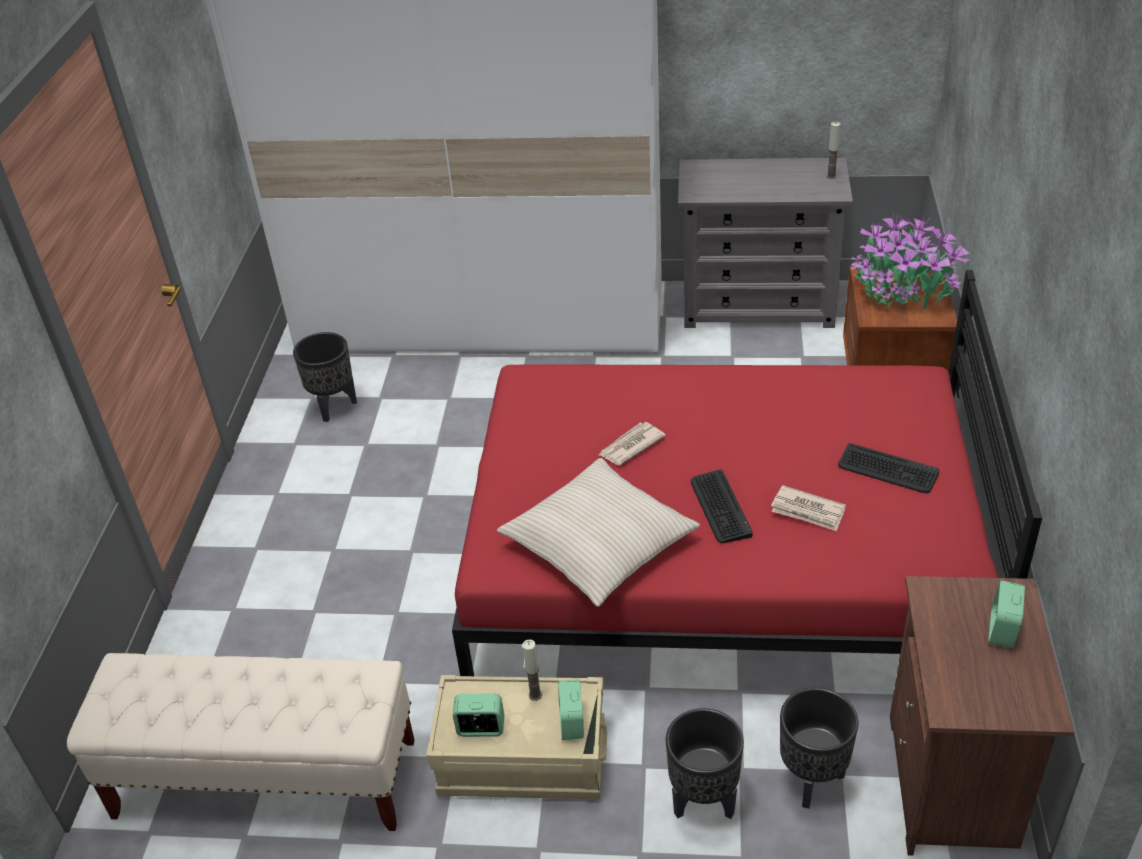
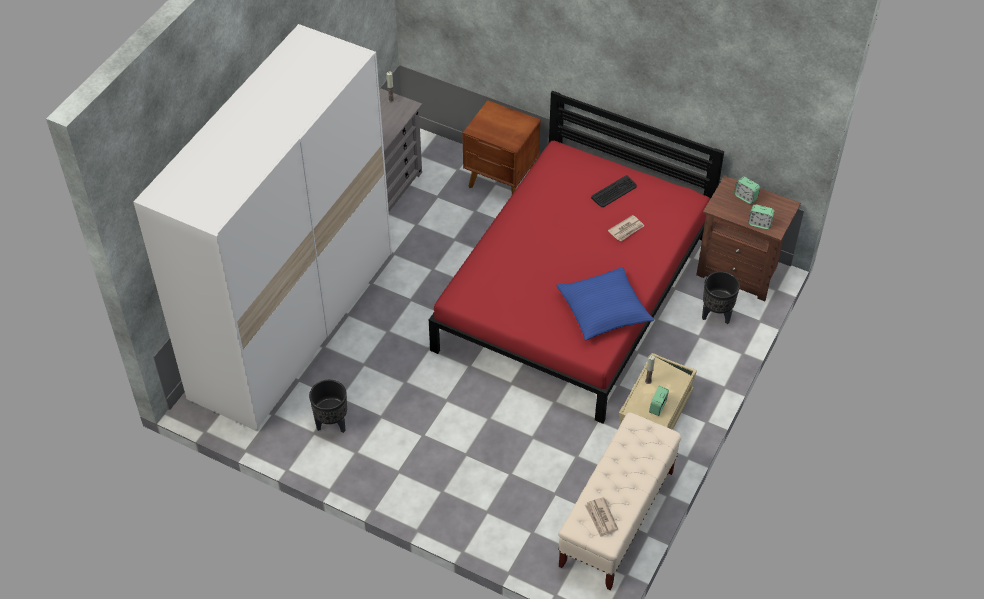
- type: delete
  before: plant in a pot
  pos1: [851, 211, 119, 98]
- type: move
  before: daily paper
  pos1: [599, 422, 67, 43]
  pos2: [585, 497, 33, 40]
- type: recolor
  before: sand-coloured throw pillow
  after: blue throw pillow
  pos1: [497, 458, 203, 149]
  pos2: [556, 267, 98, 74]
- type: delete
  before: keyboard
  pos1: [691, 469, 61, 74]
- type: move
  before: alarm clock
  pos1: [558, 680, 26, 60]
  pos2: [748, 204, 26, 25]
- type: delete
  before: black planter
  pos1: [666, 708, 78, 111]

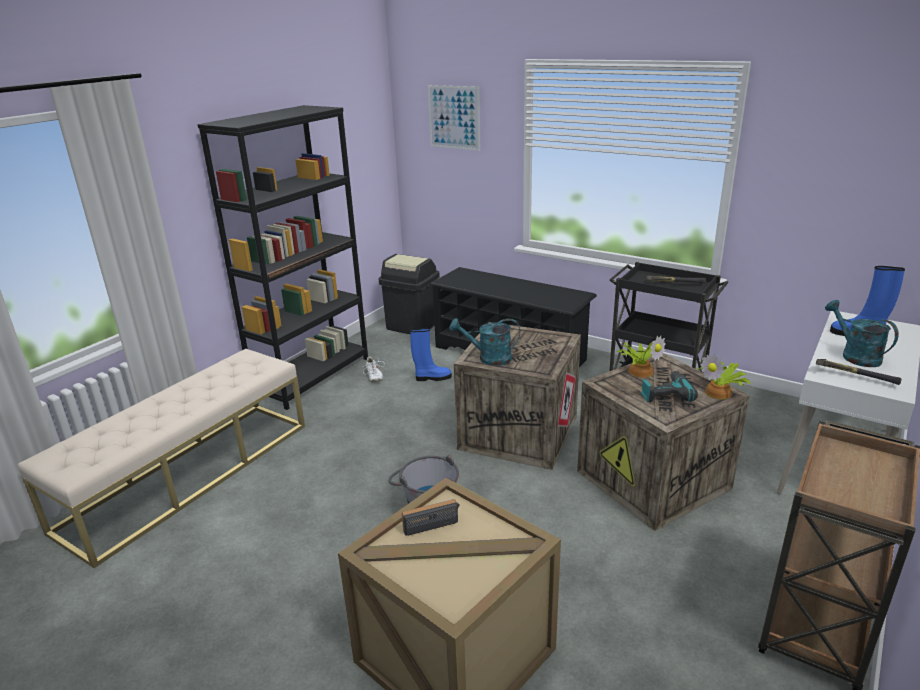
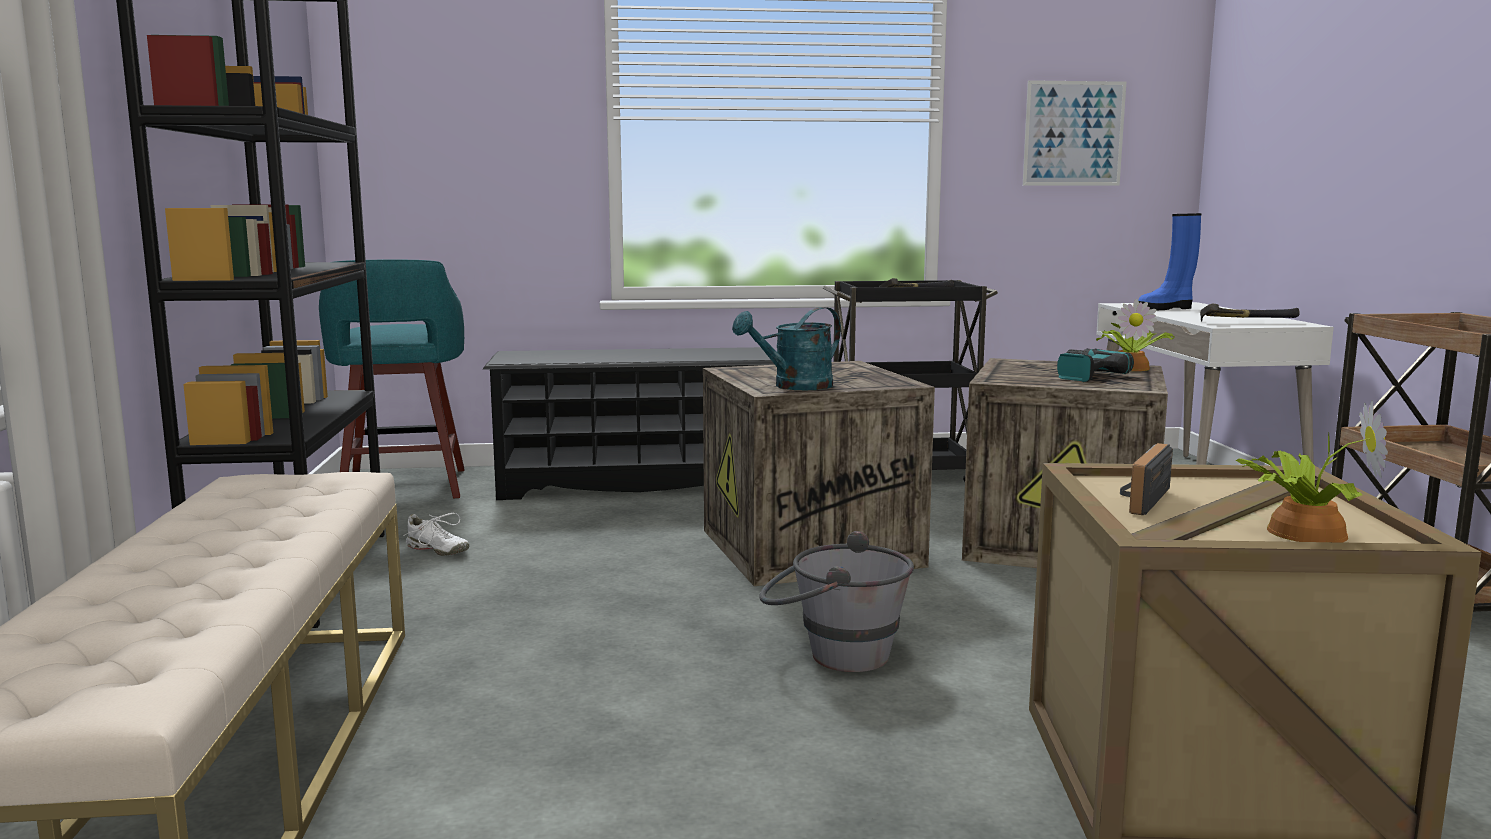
- type: move
  before: wall picture
  pos1: [428, 85, 52, 66]
  pos2: [1023, 80, 103, 106]
- type: replace
  before: black waste bin
  after: blue-green stool seat
  pos1: [379, 254, 61, 80]
  pos2: [319, 260, 146, 238]
- type: delete
  before: blue-green watering pot
  pos1: [825, 300, 74, 67]
- type: delete
  before: blue boot
  pos1: [410, 328, 42, 53]
- type: move
  before: plant in a pot
  pos1: [617, 336, 49, 42]
  pos2: [1236, 401, 152, 142]

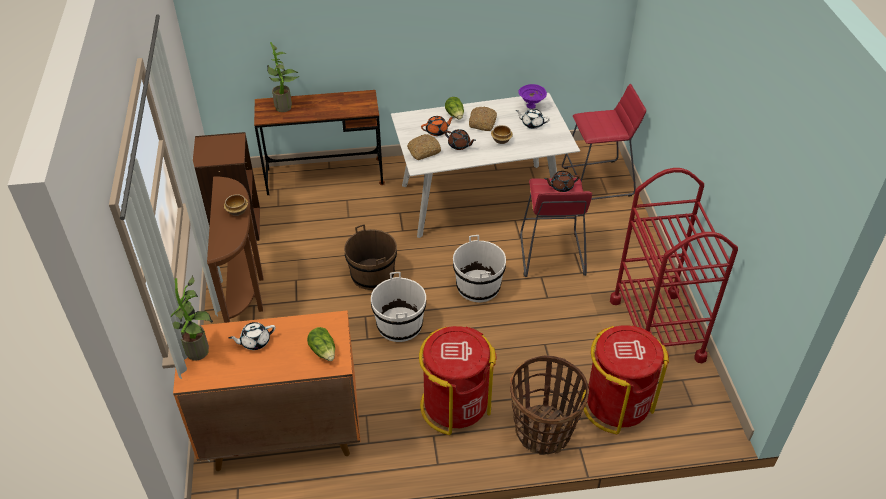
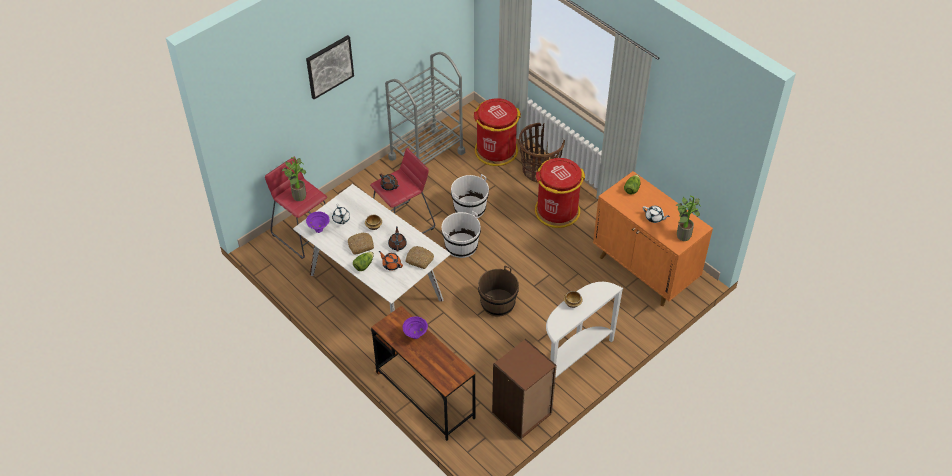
- type: move
  before: plant in a pot
  pos1: [267, 42, 32, 70]
  pos2: [282, 157, 24, 44]
- type: recolor
  before: red-coloured cart
  after: grey cart
  pos1: [610, 168, 128, 195]
  pos2: [385, 52, 80, 112]
- type: recolor
  before: brown narrow table
  after: white-coloured narrow table
  pos1: [207, 176, 56, 147]
  pos2: [546, 282, 78, 97]
- type: move
  before: white-coloured bucket
  pos1: [371, 272, 55, 70]
  pos2: [451, 174, 38, 44]
- type: insert
  after: wall picture
  pos2: [306, 35, 48, 64]
- type: insert
  after: purple serving bowl
  pos2: [403, 316, 25, 23]

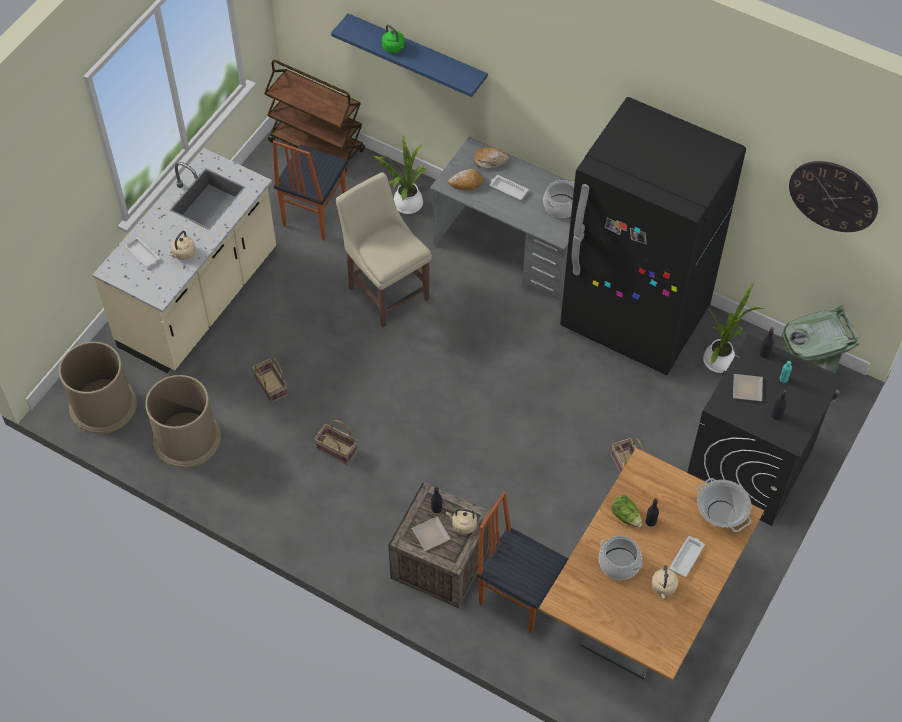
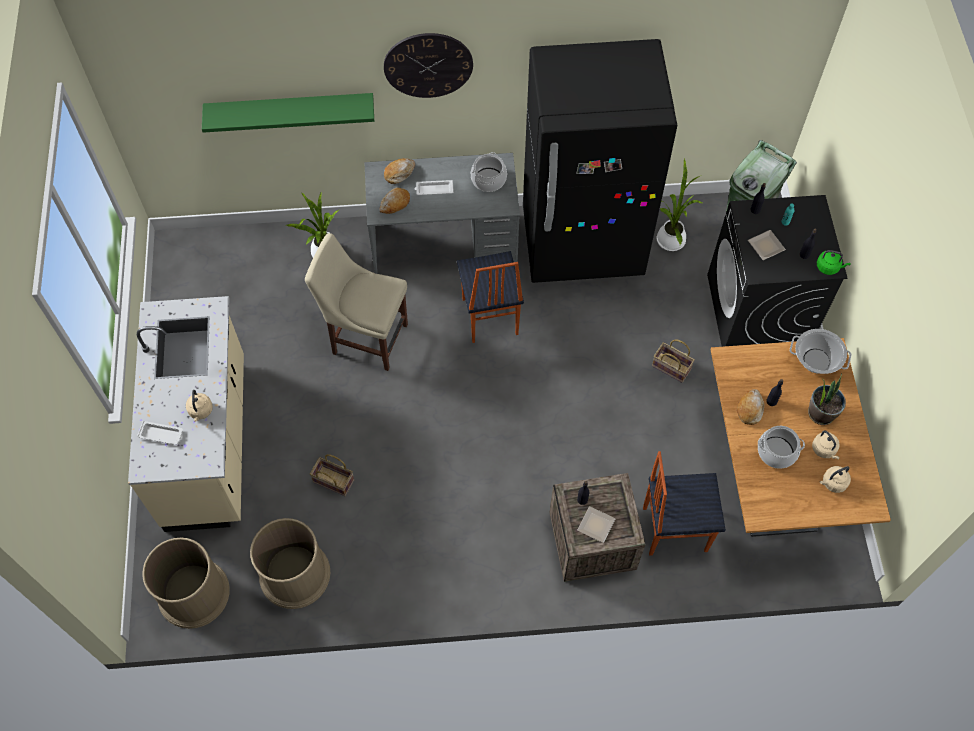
- type: recolor
  before: blue wall shelf
  after: greenish wall shelf
  pos1: [331, 13, 157, 84]
  pos2: [202, 93, 172, 40]
- type: move
  before: greenish tea kettle
  pos1: [382, 25, 23, 28]
  pos2: [817, 250, 33, 25]
- type: delete
  before: brown cart
  pos1: [264, 60, 101, 113]
- type: move
  before: chair
  pos1: [273, 140, 75, 100]
  pos2: [457, 251, 67, 92]
- type: move
  before: hanging clock
  pos1: [789, 161, 89, 71]
  pos2: [384, 33, 89, 65]
- type: delete
  before: basket
  pos1: [314, 420, 44, 45]
- type: replace
  before: lettuce
  after: bread
  pos1: [611, 495, 31, 33]
  pos2: [737, 389, 27, 36]
- type: move
  before: sand-coloured tea kettle
  pos1: [446, 508, 31, 26]
  pos2: [820, 466, 31, 27]
- type: replace
  before: white-coloured carrying tray
  after: plant in a pot
  pos1: [669, 536, 36, 41]
  pos2: [808, 373, 38, 52]

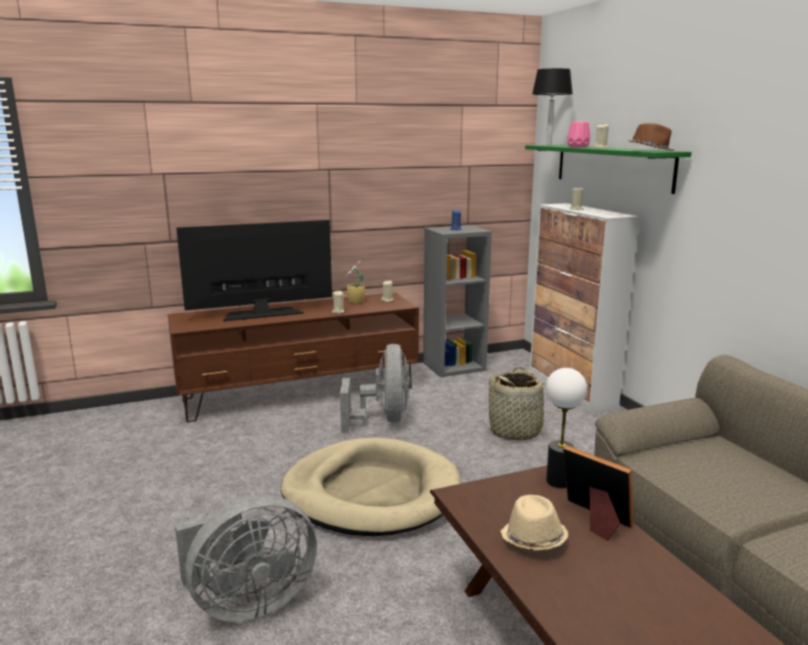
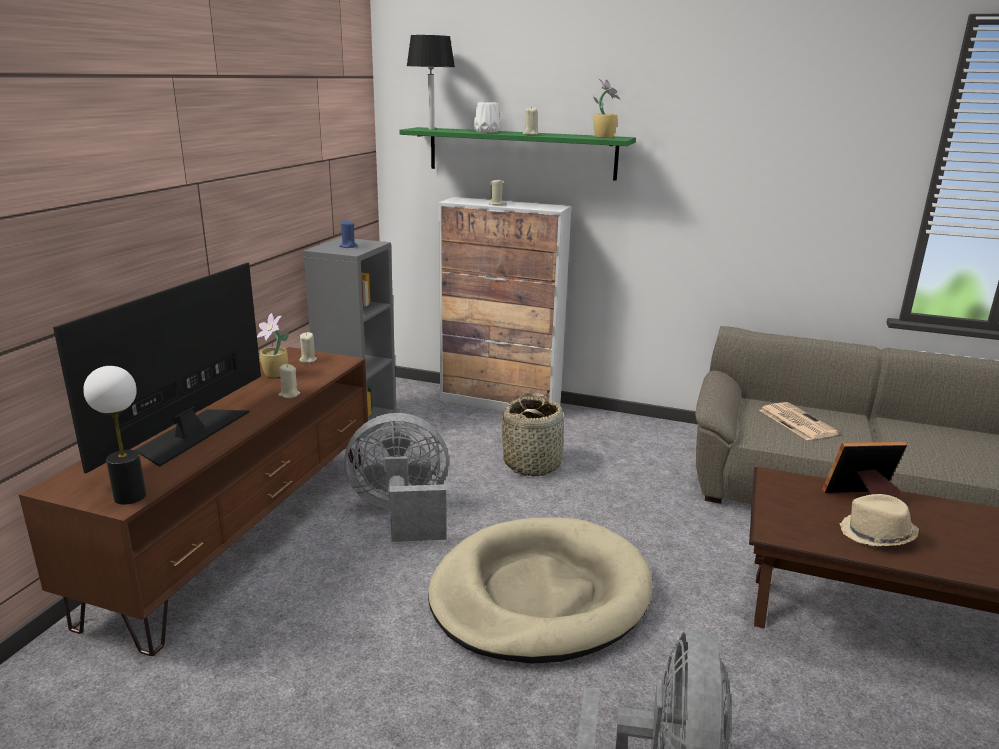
- type: recolor
  before: pink vase
  after: white-coloured vase
  pos1: [567, 122, 24, 25]
  pos2: [474, 102, 26, 31]
- type: replace
  before: brown hat
  after: plant in a pot
  pos1: [628, 123, 46, 28]
  pos2: [593, 78, 27, 60]
- type: rotate
  before: grey electric fan
  pos1: [340, 344, 70, 88]
  pos2: [344, 413, 105, 129]
  turn: -45
- type: move
  before: lamp for a table
  pos1: [546, 368, 41, 120]
  pos2: [83, 366, 63, 139]
- type: insert
  after: daily paper
  pos2: [759, 402, 81, 38]

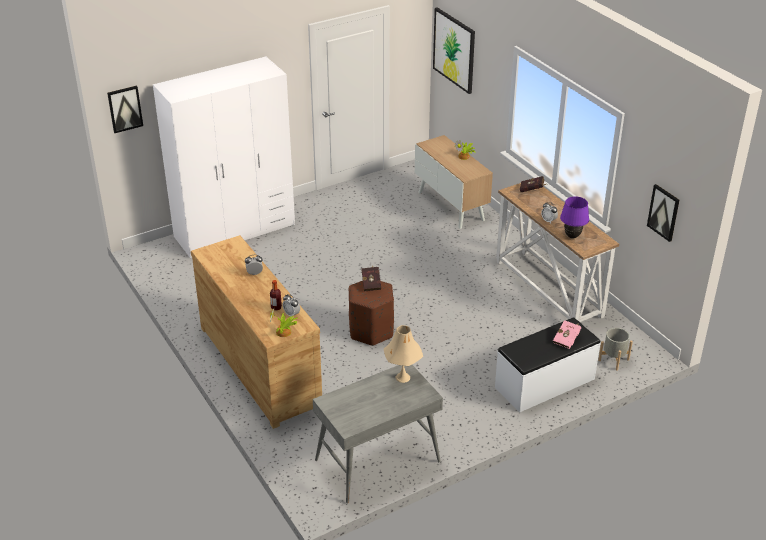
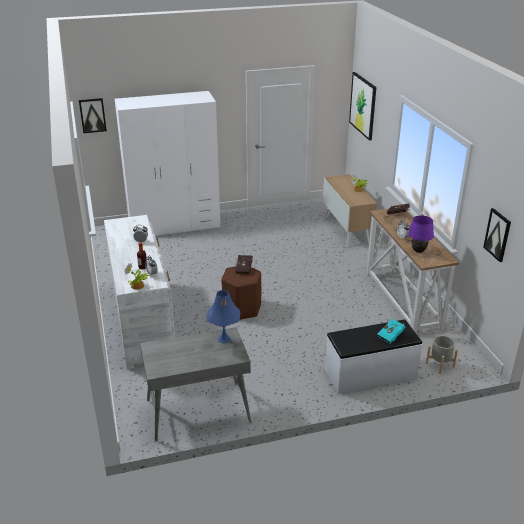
- type: recolor
  before: brown drawer chest
  after: white-coloured drawer chest
  pos1: [191, 235, 131, 194]
  pos2: [104, 215, 71, 154]
- type: recolor
  before: pink book
  after: blue-green book
  pos1: [553, 320, 28, 29]
  pos2: [377, 319, 28, 25]
- type: recolor
  before: sand-coloured lamp for a table
  after: blue lamp for a table
  pos1: [384, 325, 39, 58]
  pos2: [207, 290, 33, 53]

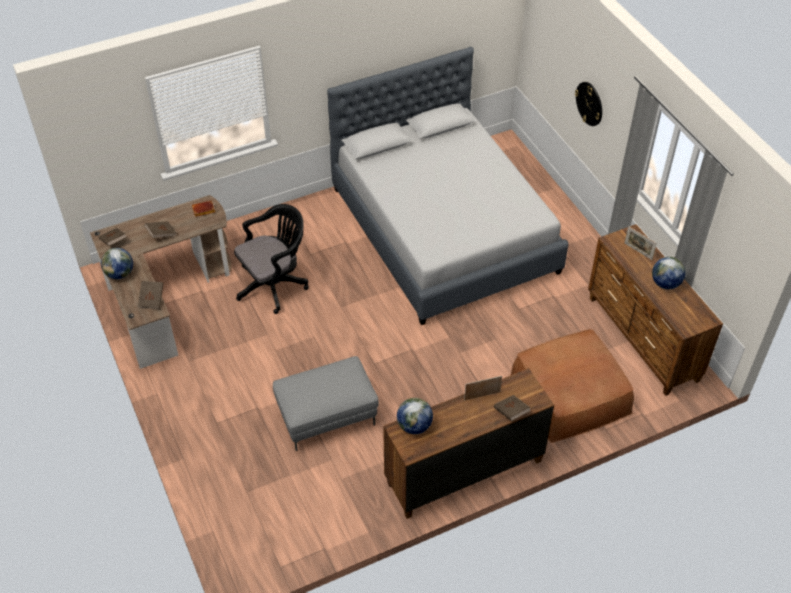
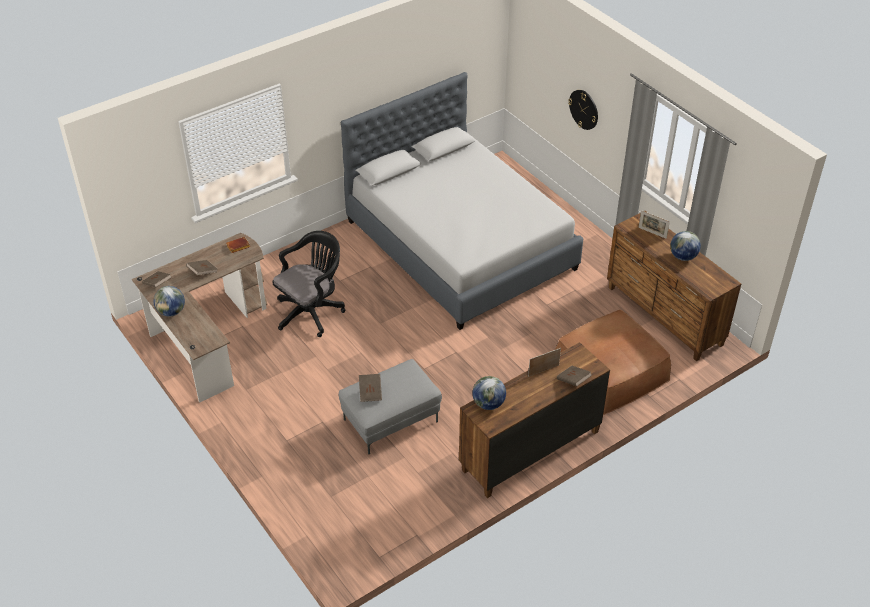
- type: move
  before: brown book
  pos1: [138, 281, 25, 28]
  pos2: [359, 374, 23, 28]

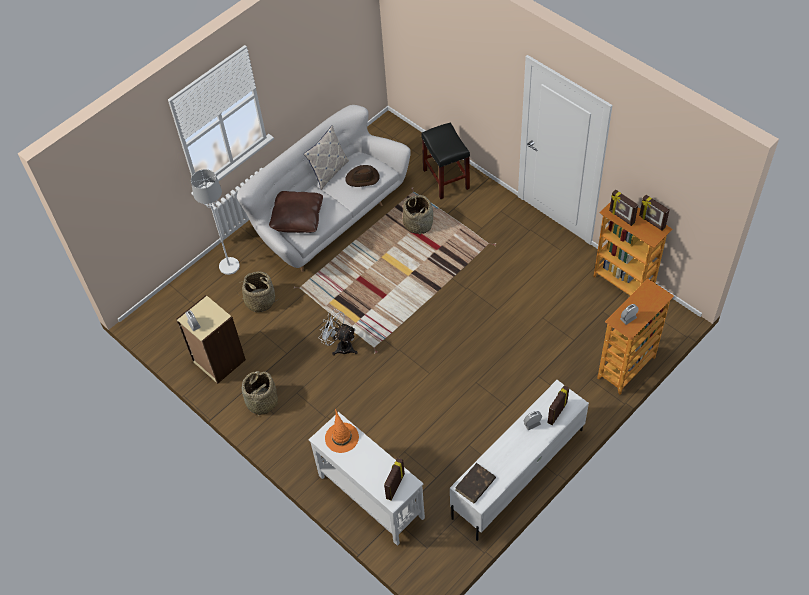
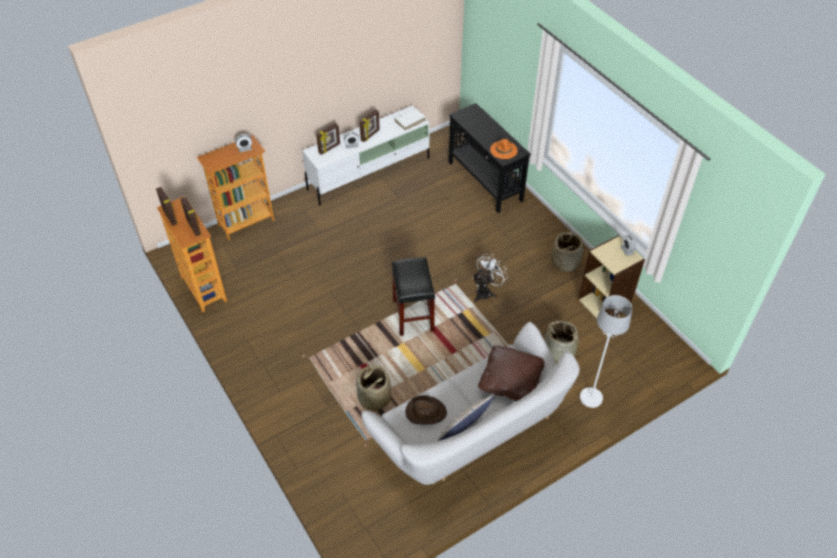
- type: move
  before: black stool seat
  pos1: [421, 122, 49, 77]
  pos2: [392, 257, 43, 79]
- type: rotate
  before: white-coloured electric fan
  pos1: [319, 309, 38, 46]
  pos2: [472, 253, 36, 50]
  turn: -90
- type: recolor
  before: white-coloured narrow table
  after: black narrow table
  pos1: [309, 412, 116, 134]
  pos2: [448, 103, 83, 110]
- type: move
  before: picture frame
  pos1: [384, 458, 21, 43]
  pos2: [360, 109, 20, 33]
- type: recolor
  before: brown book
  after: white-coloured book
  pos1: [455, 463, 41, 40]
  pos2: [394, 108, 32, 22]

